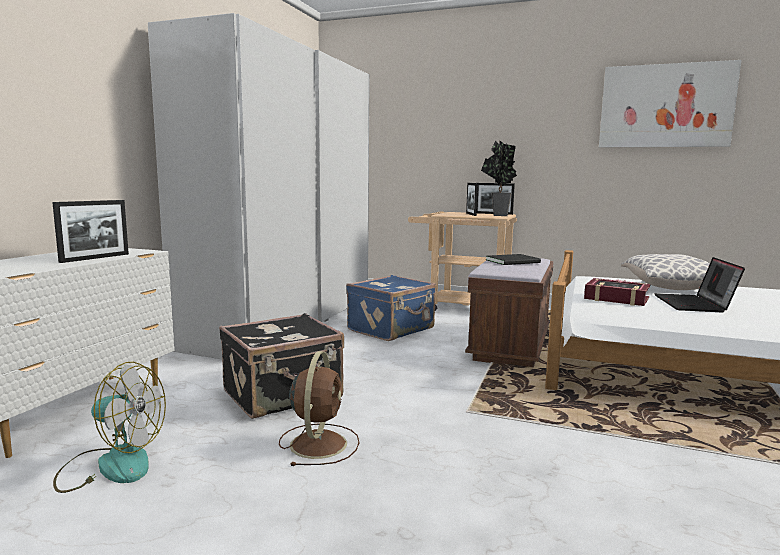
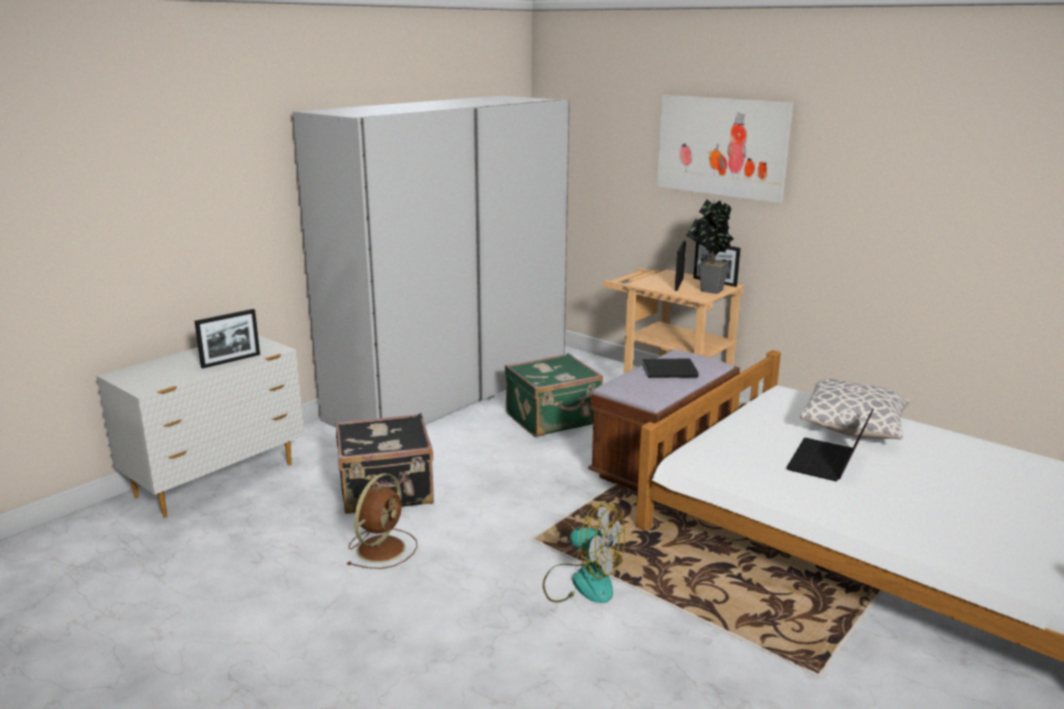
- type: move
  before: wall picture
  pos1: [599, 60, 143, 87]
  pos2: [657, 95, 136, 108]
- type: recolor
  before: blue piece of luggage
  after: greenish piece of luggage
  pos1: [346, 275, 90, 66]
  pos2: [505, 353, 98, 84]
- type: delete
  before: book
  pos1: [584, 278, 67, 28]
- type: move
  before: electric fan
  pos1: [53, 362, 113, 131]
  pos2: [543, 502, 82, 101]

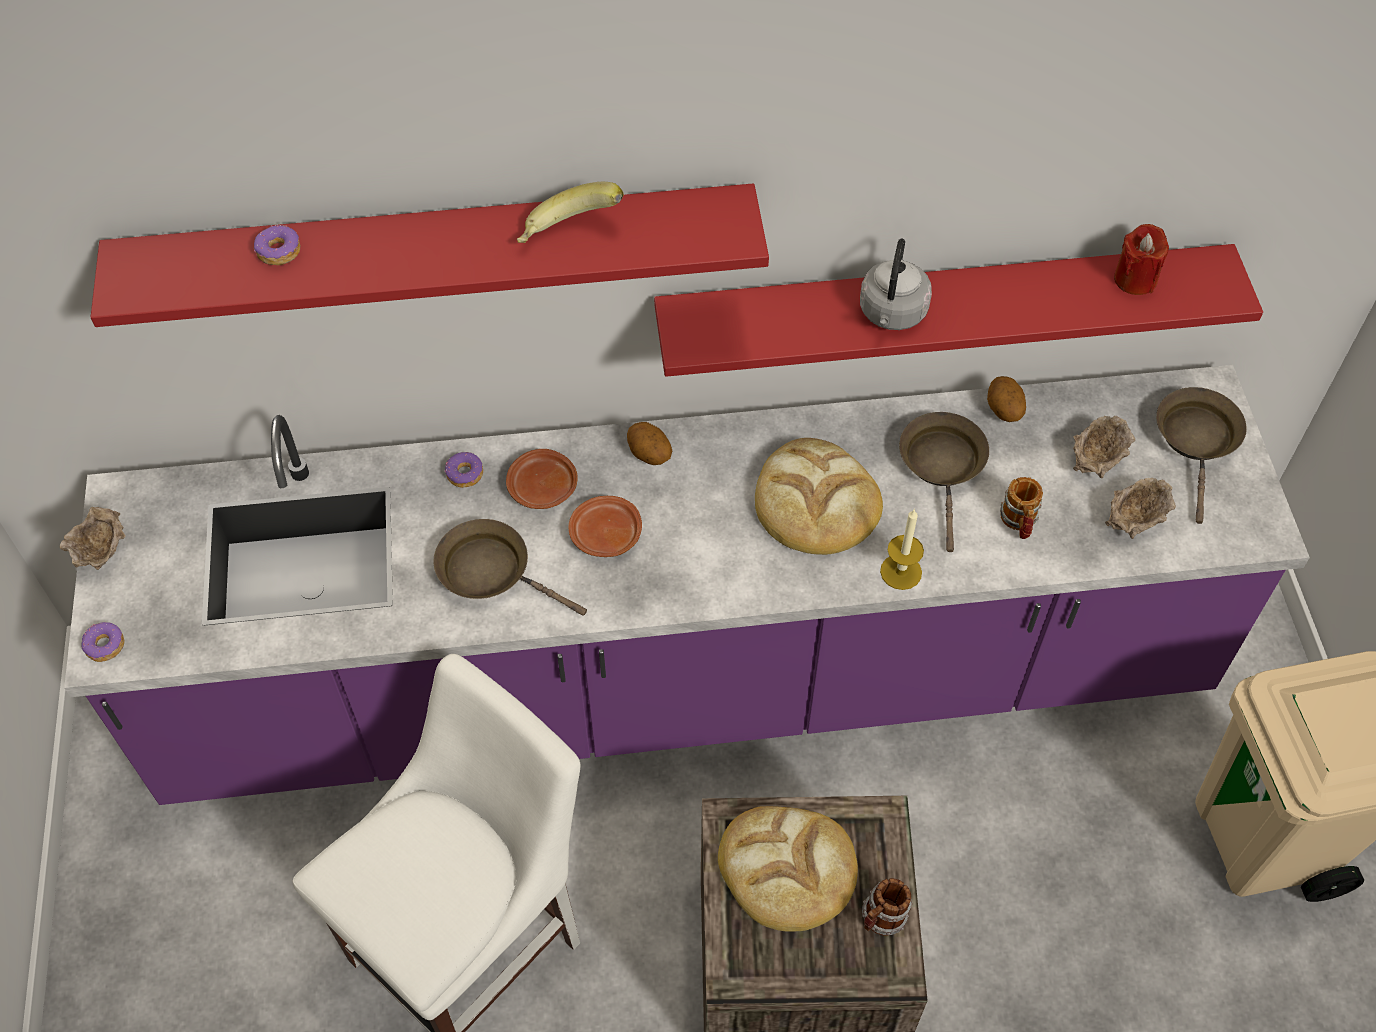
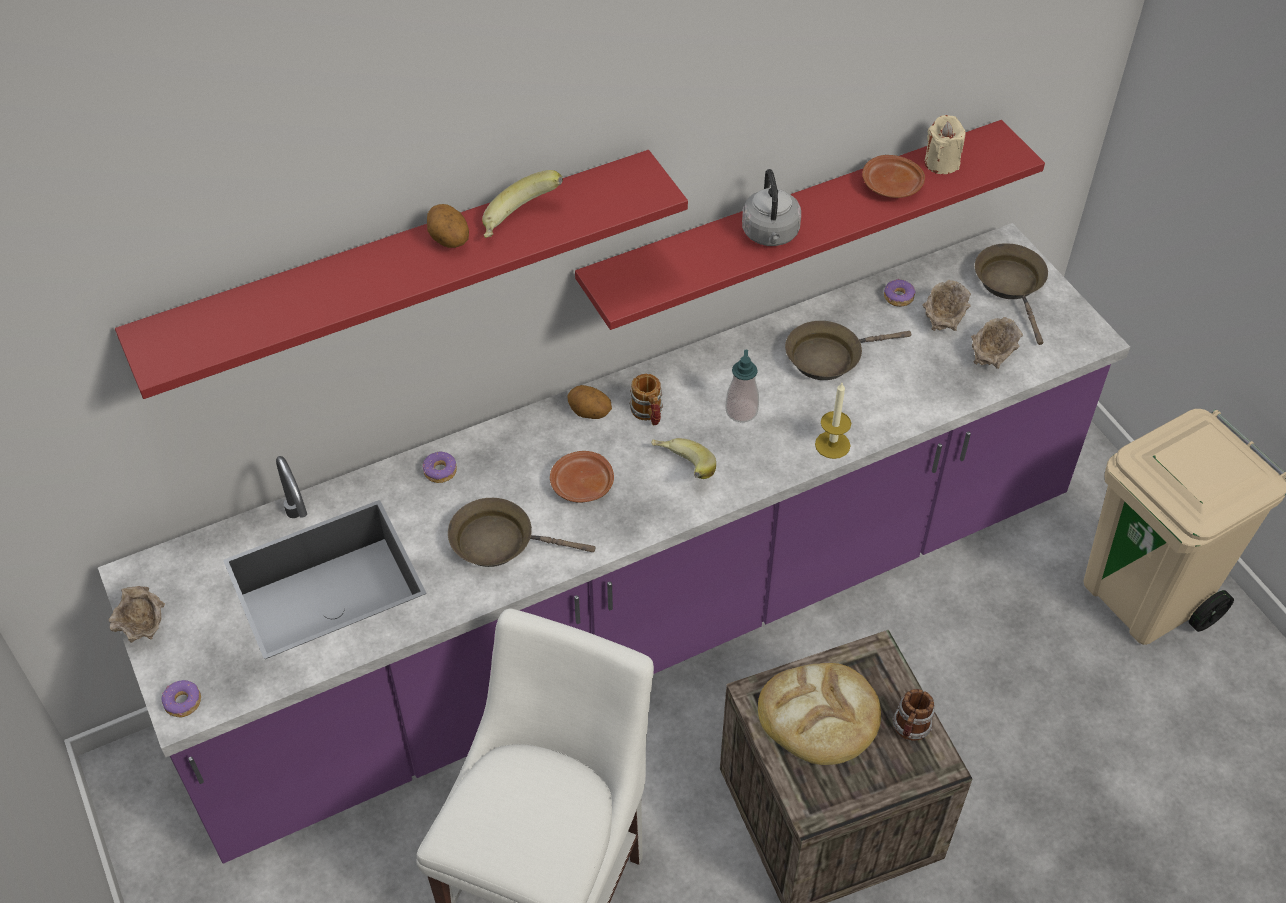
- type: recolor
  before: red-coloured wax candle
  after: sand-coloured wax candle
  pos1: [1114, 224, 55, 71]
  pos2: [925, 115, 40, 59]
- type: move
  before: doughnut
  pos1: [254, 225, 46, 40]
  pos2: [884, 279, 31, 28]
- type: move
  before: potato
  pos1: [987, 376, 39, 46]
  pos2: [427, 204, 42, 44]
- type: rotate
  before: brown skillet
  pos1: [899, 412, 90, 140]
  pos2: [785, 321, 126, 59]
  turn: -90
- type: replace
  before: bread
  after: liquid soap bottle
  pos1: [755, 438, 128, 117]
  pos2: [725, 350, 34, 72]
- type: move
  before: brown dinner plate
  pos1: [506, 449, 72, 60]
  pos2: [862, 155, 63, 43]
- type: move
  before: mug
  pos1: [1000, 477, 43, 62]
  pos2: [629, 373, 34, 52]
- type: insert
  after: whole banana
  pos2: [651, 438, 65, 41]

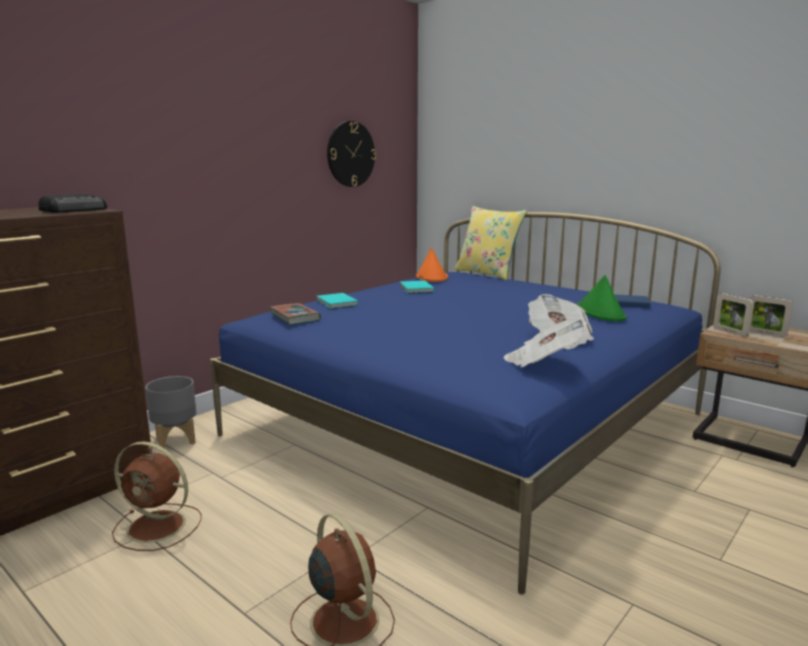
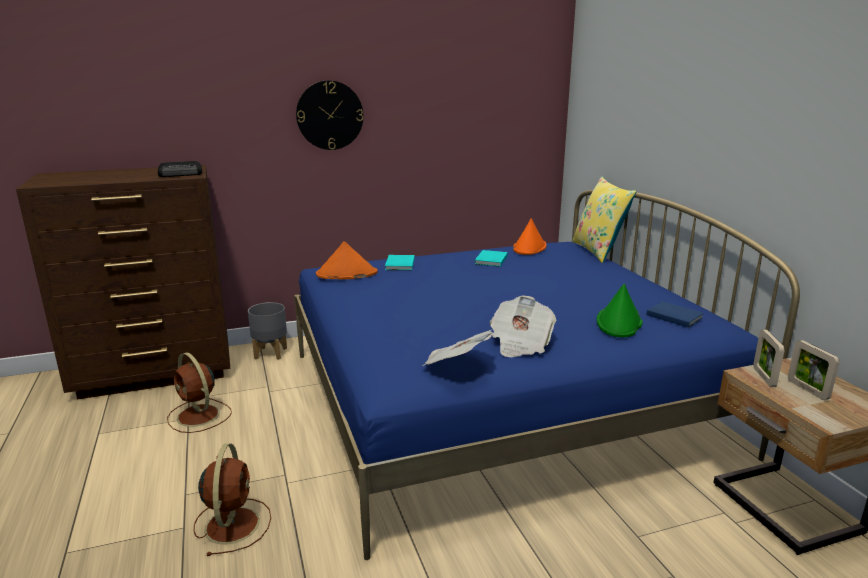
- type: move
  before: hanging clock
  pos1: [327, 121, 49, 66]
  pos2: [296, 80, 67, 70]
- type: replace
  before: book
  after: orange-coloured hat
  pos1: [270, 303, 51, 22]
  pos2: [316, 241, 62, 38]

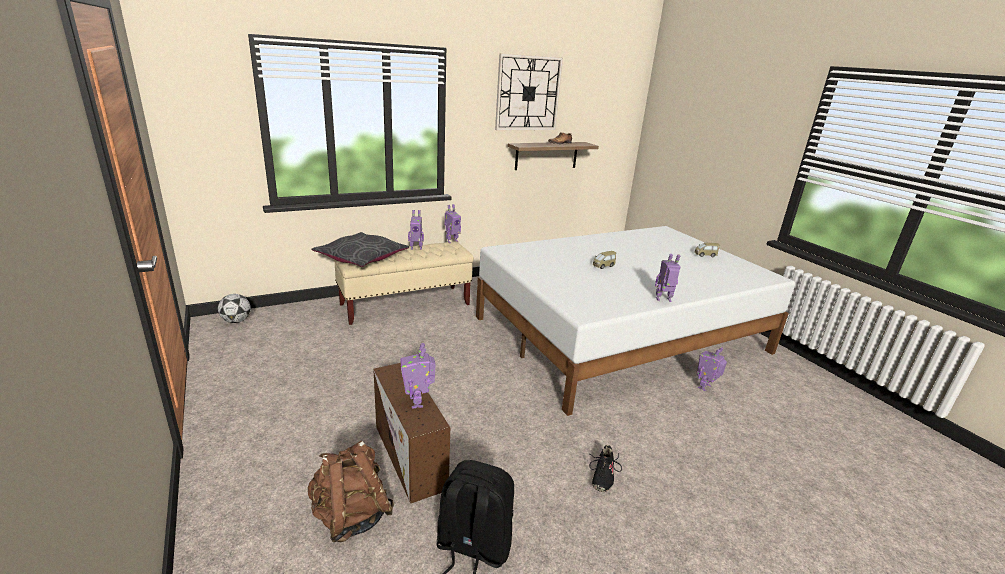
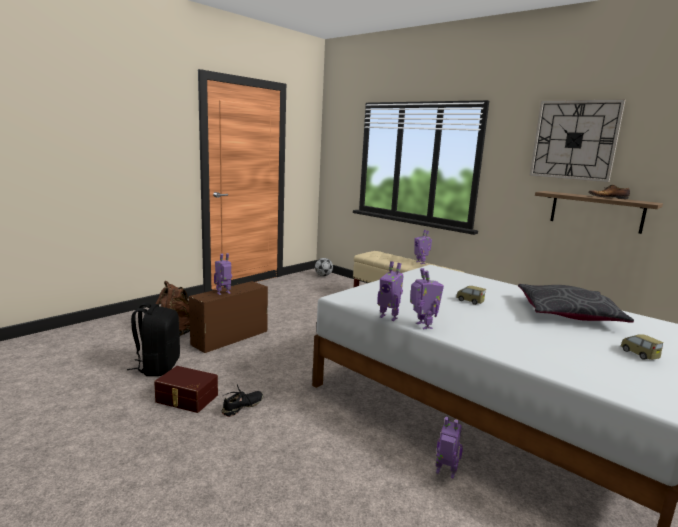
- type: move
  before: model robot
  pos1: [444, 204, 17, 39]
  pos2: [377, 261, 26, 60]
- type: move
  before: grey throw pillow
  pos1: [312, 232, 97, 35]
  pos2: [518, 284, 116, 39]
- type: rotate
  before: black low shoe
  pos1: [589, 445, 33, 47]
  pos2: [221, 384, 43, 33]
  turn: 135
- type: insert
  after: brown storage container
  pos2: [154, 366, 64, 47]

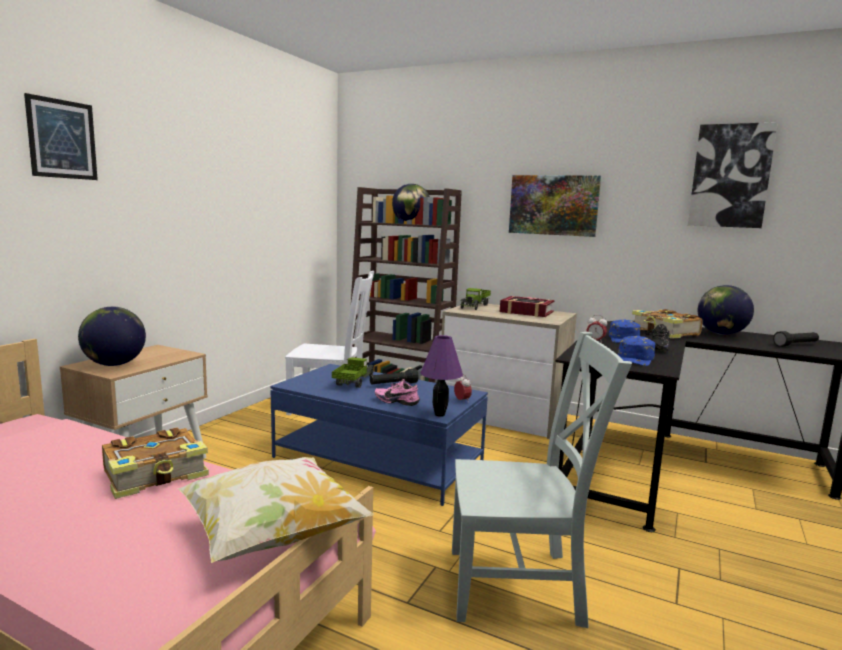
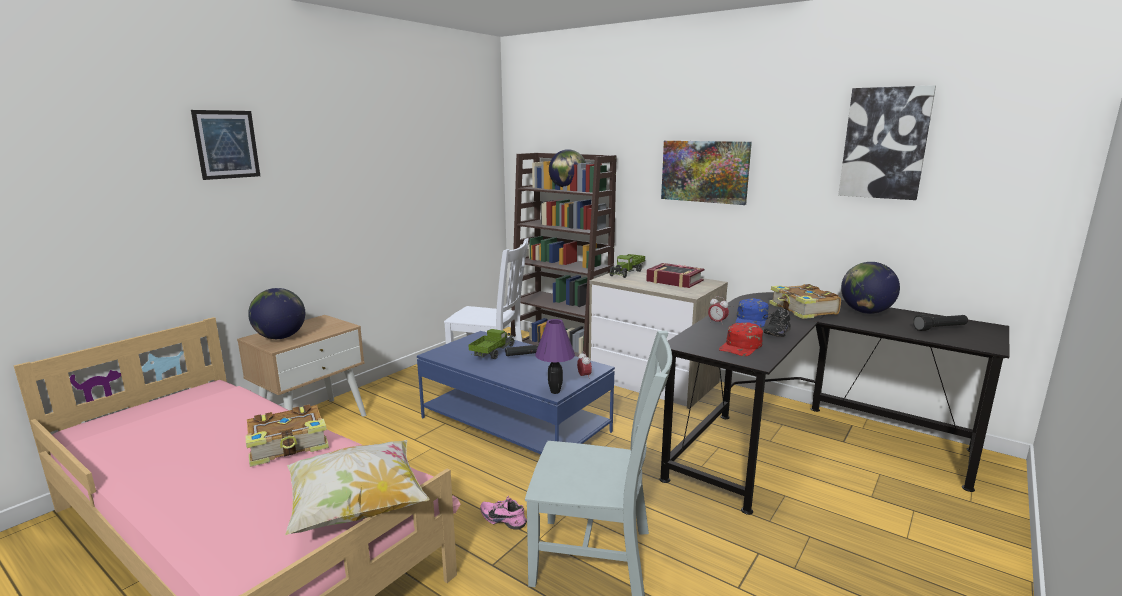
- type: recolor
  before: blue peaked cap
  after: red-coloured peaked cap
  pos1: [618, 336, 37, 30]
  pos2: [719, 322, 44, 34]
- type: move
  before: pink low shoe
  pos1: [375, 379, 45, 27]
  pos2: [480, 496, 47, 34]

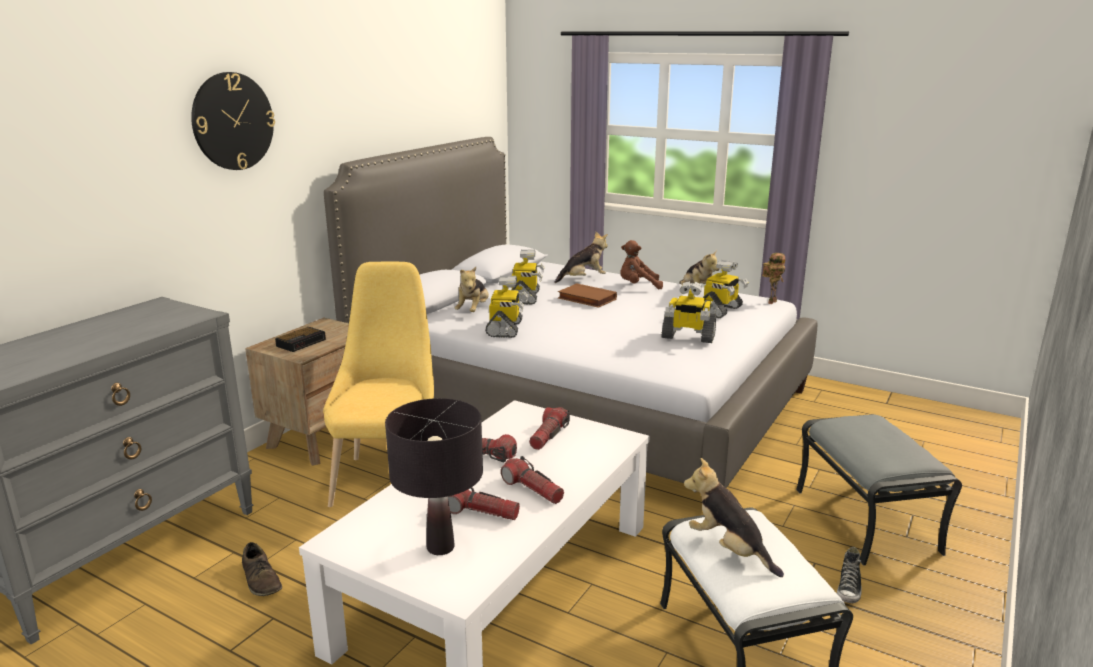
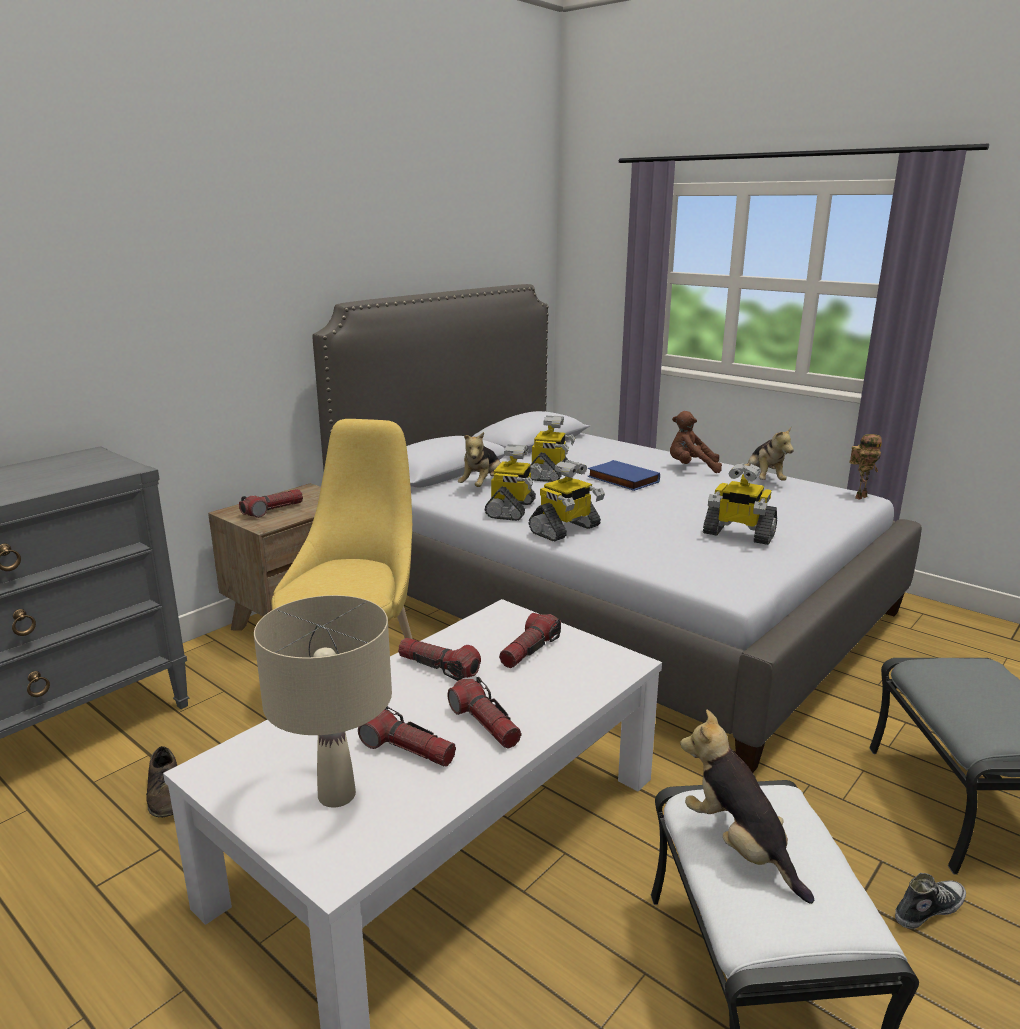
- type: delete
  before: hanging clock
  pos1: [191, 72, 84, 98]
- type: delete
  before: cuddly toy
  pos1: [554, 232, 54, 51]
- type: move
  before: model robot
  pos1: [703, 260, 46, 58]
  pos2: [529, 460, 76, 81]
- type: recolor
  before: brown book
  after: blue book
  pos1: [558, 283, 59, 25]
  pos2: [587, 460, 73, 31]
- type: replace
  before: alarm clock
  after: flashlight
  pos1: [275, 327, 51, 25]
  pos2: [239, 489, 64, 29]
- type: recolor
  before: black lamp for a table
  after: sand-coloured lamp for a table
  pos1: [385, 398, 98, 157]
  pos2: [254, 595, 138, 213]
- type: rotate
  before: low shoe
  pos1: [837, 547, 25, 56]
  pos2: [895, 873, 71, 56]
  turn: -150

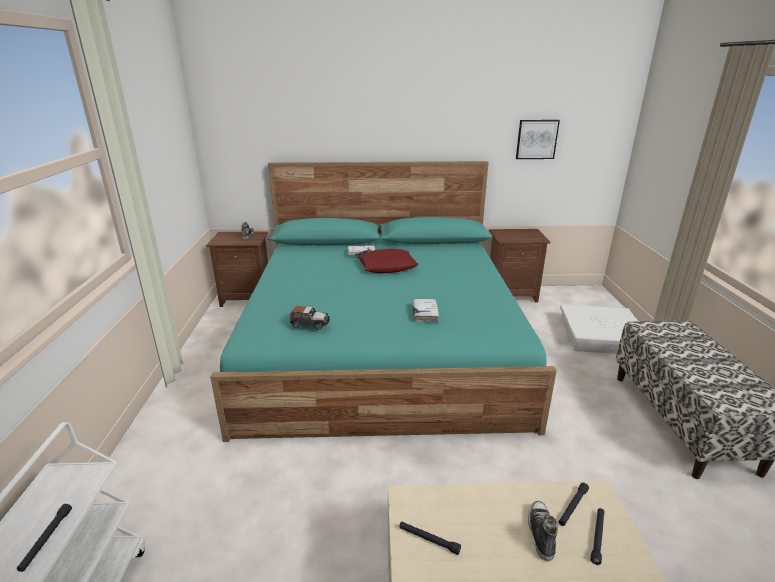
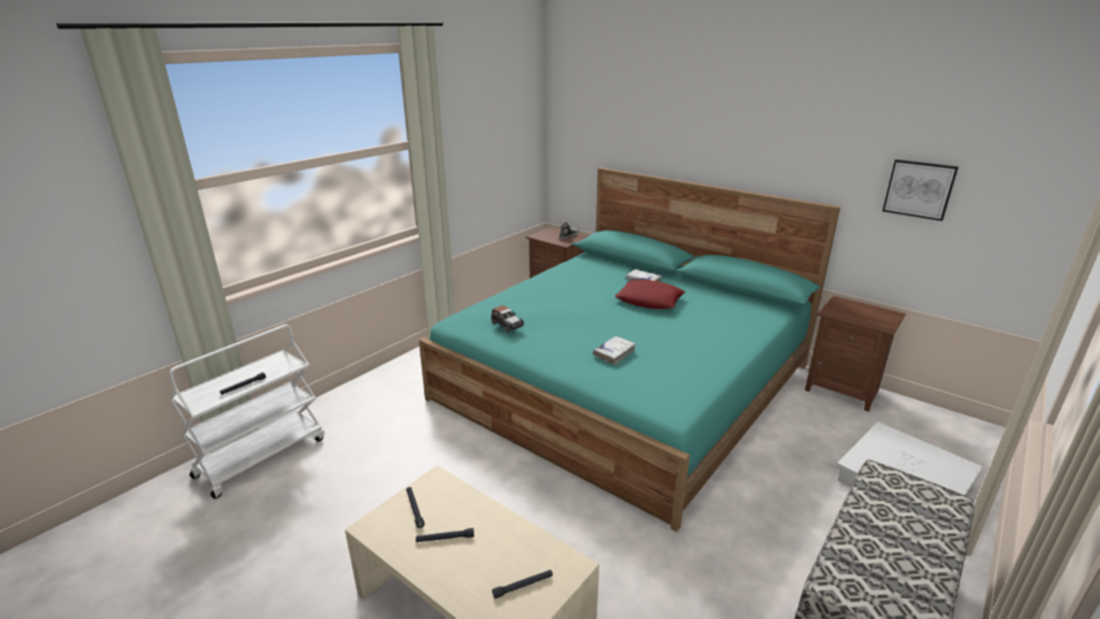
- type: move
  before: black flashlight
  pos1: [559, 483, 30, 43]
  pos2: [416, 528, 58, 14]
- type: delete
  before: low shoe
  pos1: [528, 501, 30, 60]

